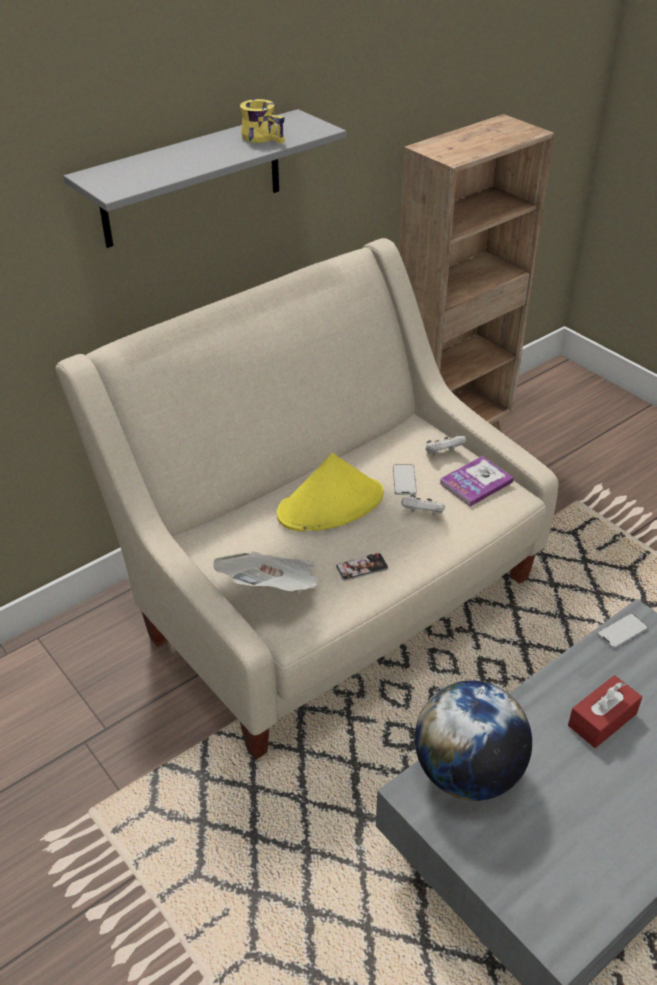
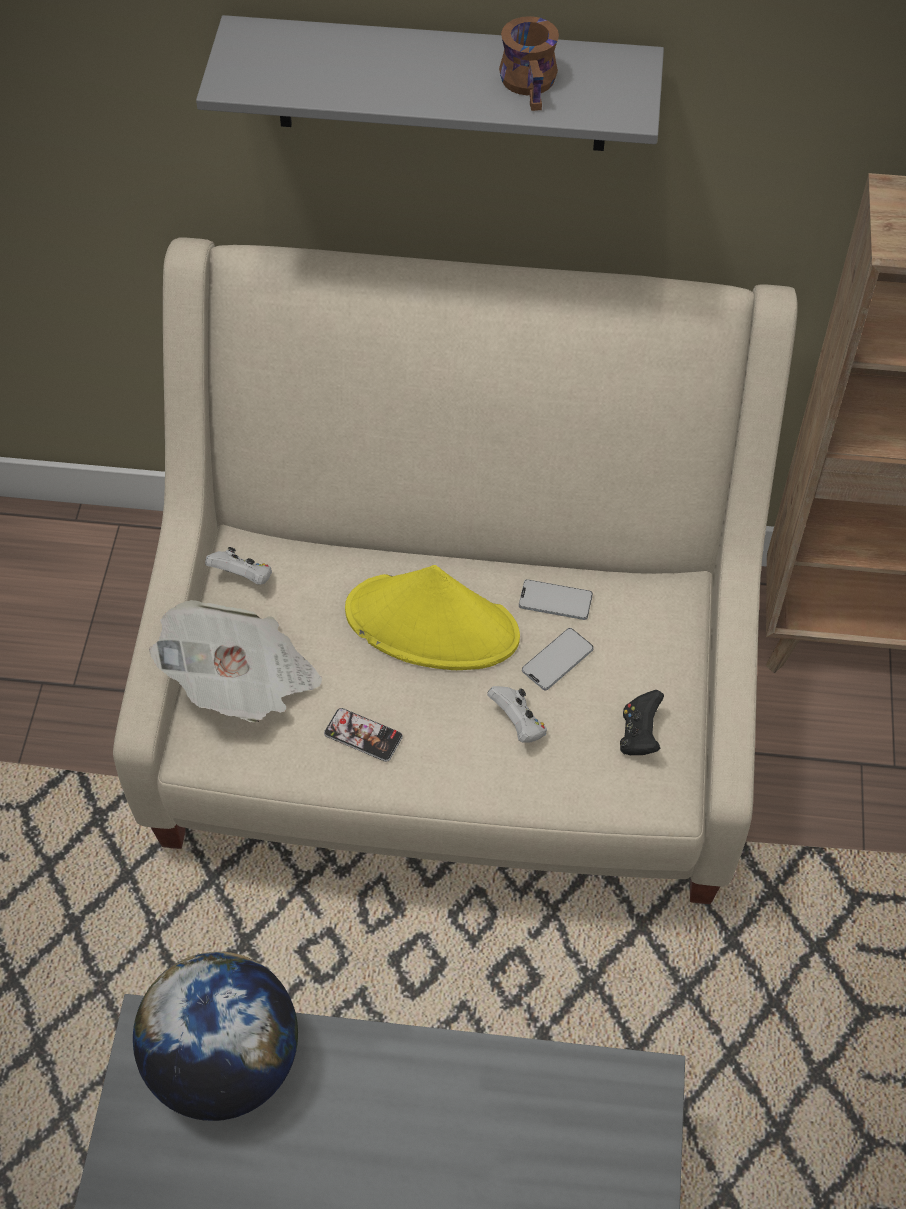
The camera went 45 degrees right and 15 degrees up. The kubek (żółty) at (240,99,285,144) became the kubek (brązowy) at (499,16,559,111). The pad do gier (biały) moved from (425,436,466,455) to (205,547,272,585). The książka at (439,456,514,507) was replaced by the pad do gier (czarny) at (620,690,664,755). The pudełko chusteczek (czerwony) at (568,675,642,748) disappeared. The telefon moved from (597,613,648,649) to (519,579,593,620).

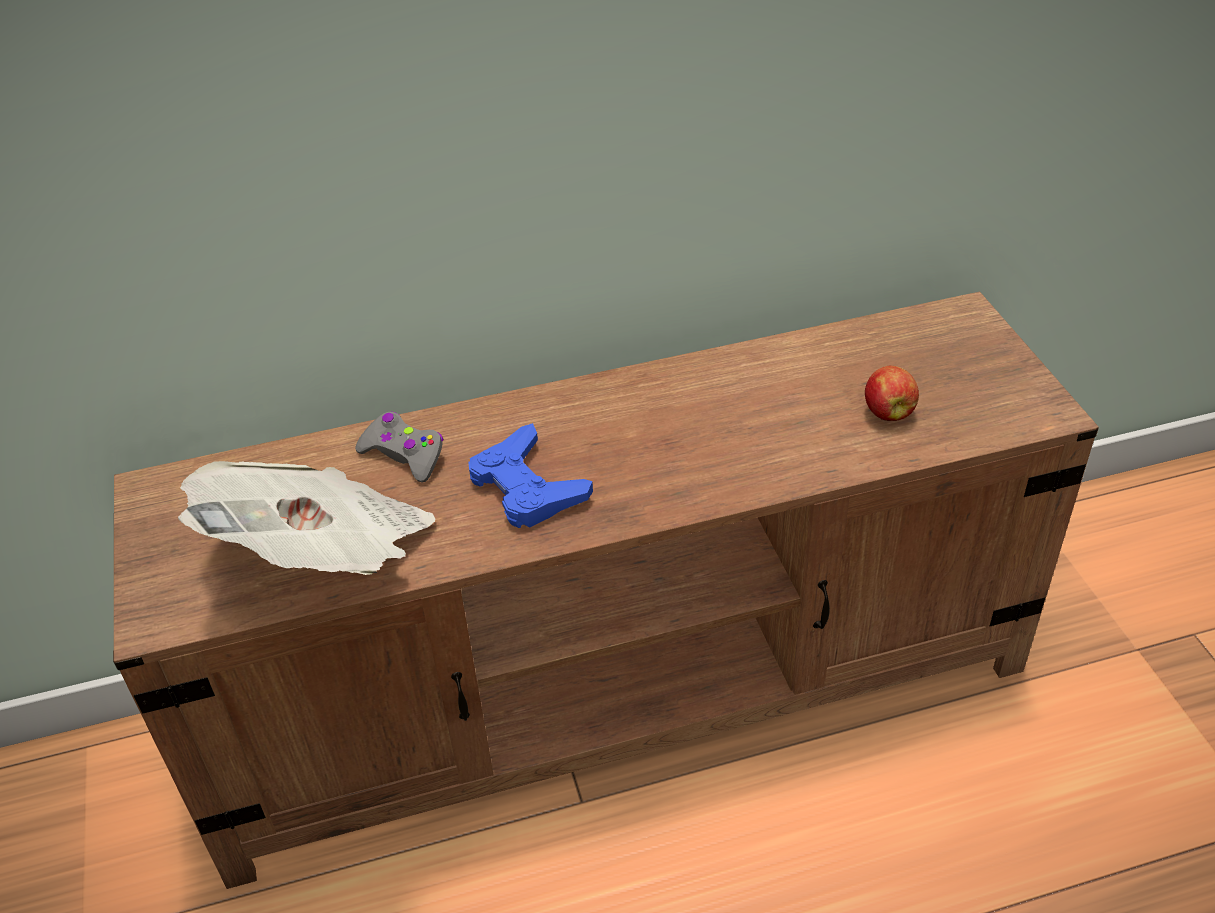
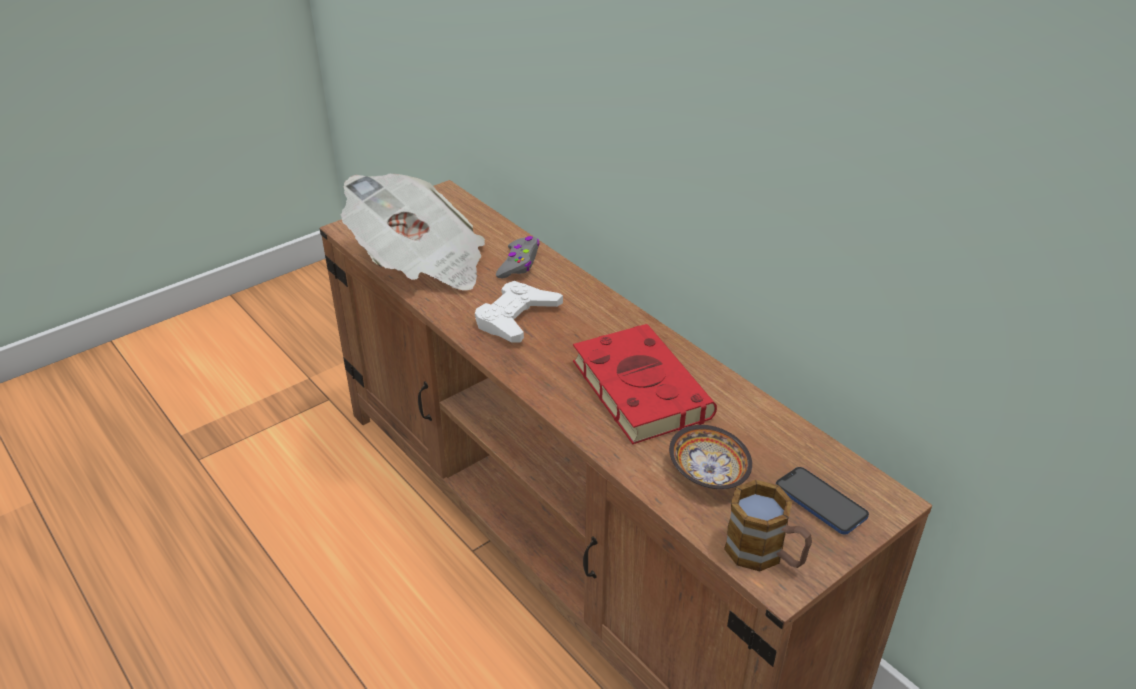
The camera went 65 degrees right and 5 degrees down. The pad do gier (niebieski) at (468,423,593,528) became the pad do gier (biały) at (475,281,563,343). The jabłko at (865,366,919,421) was replaced by the miska at (669,425,752,489). The książka (czerwony) at (573,324,717,444) appeared. The kubek at (724,480,812,571) appeared. The telefon at (776,467,869,535) appeared.

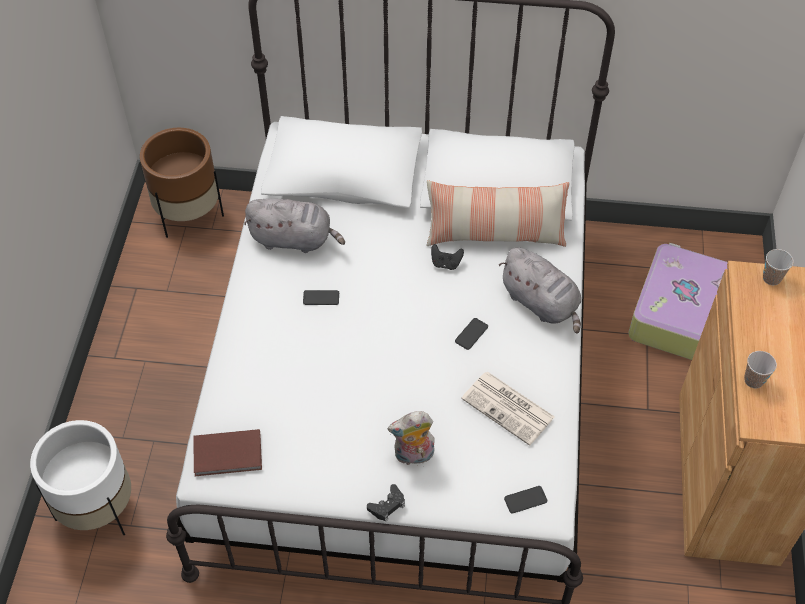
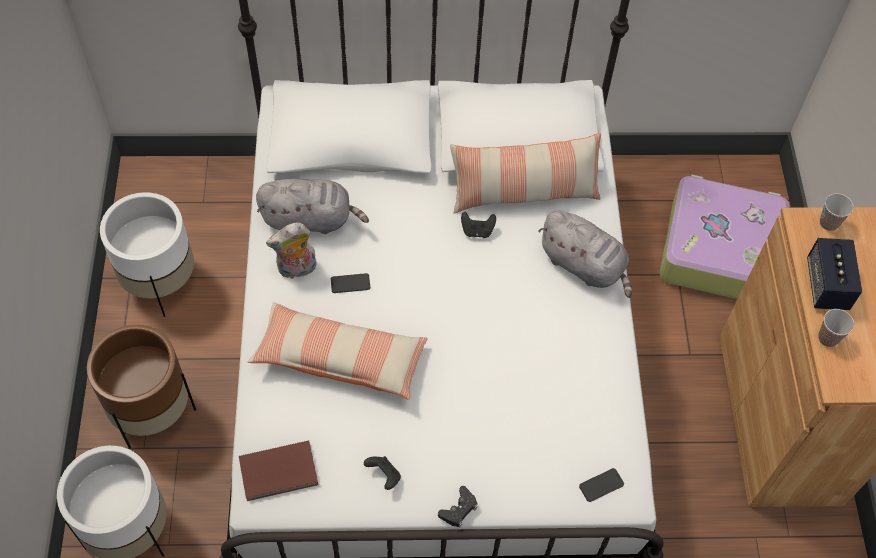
The camera went 10 degrees left and 5 degrees up. The donica (brązowy) moved from (140,128,224,238) to (87,325,196,449). The pluszak moved from (388,411,435,465) to (266,222,317,279). The telefon at (455,318,488,350) disappeared. The gazeta at (461,372,555,446) disappeared. The donica (biały) at (100,192,194,317) appeared. The poduszka at (248,302,428,400) appeared. The pad do gier (czarny) at (364,456,401,490) appeared. The głośnik at (807,238,862,310) appeared.

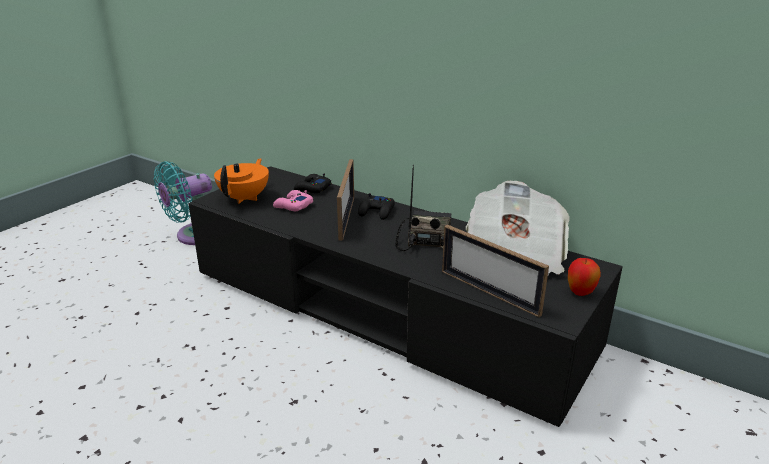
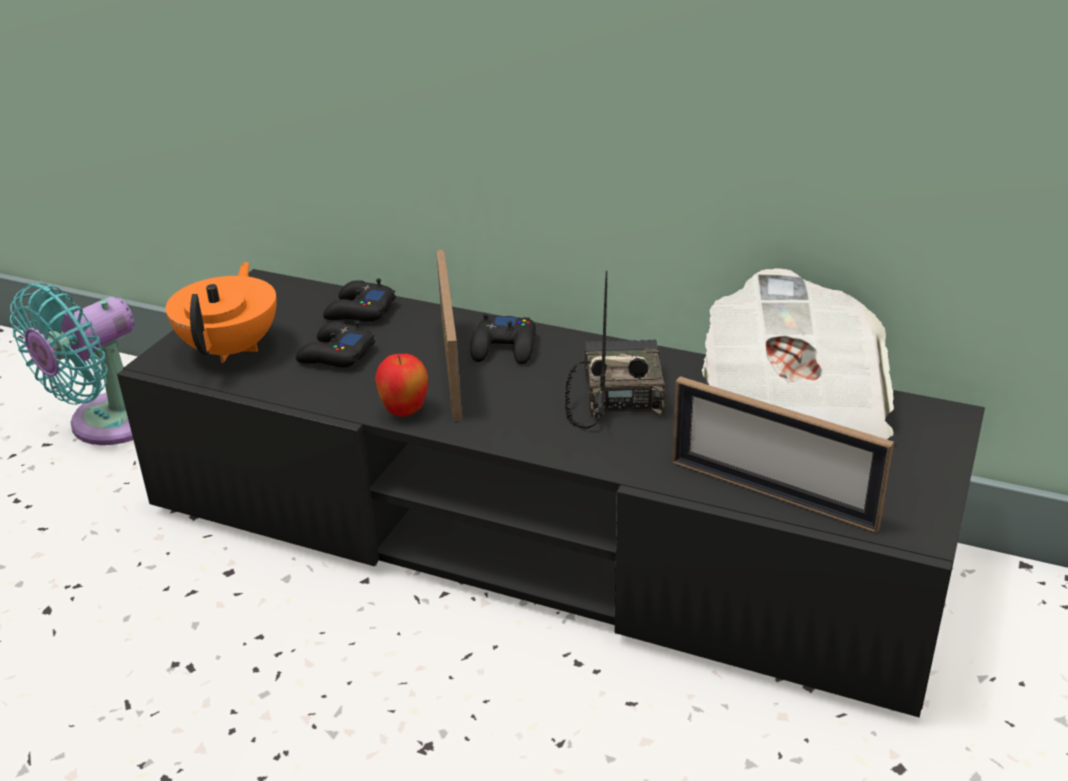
The camera went 10 degrees left and 5 degrees up. The pad do gier (różowy) at (273,190,313,211) became the pad do gier (czarny) at (296,321,375,367). The jabłko moved from (568,258,601,296) to (375,354,428,417).

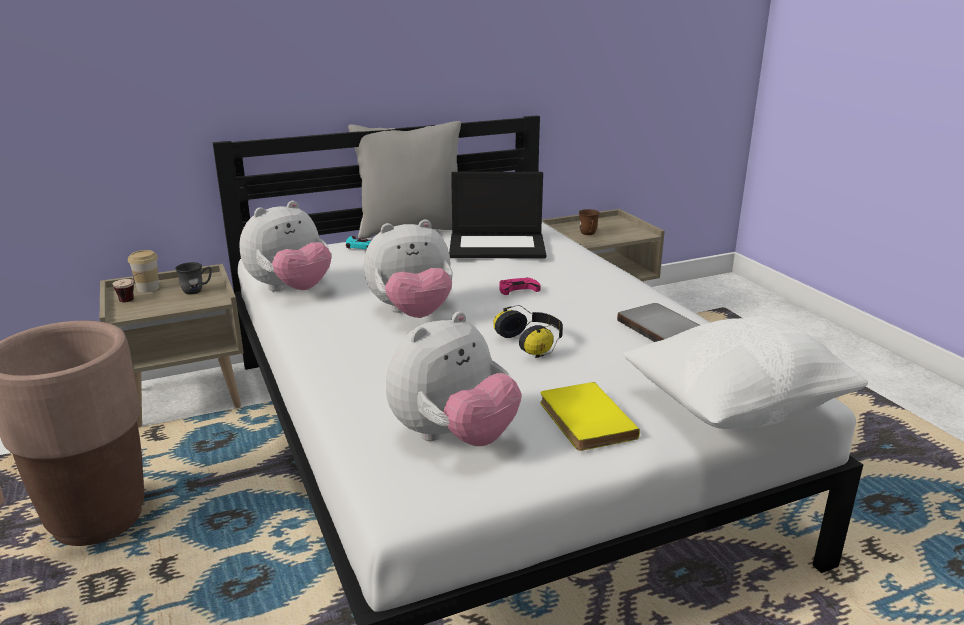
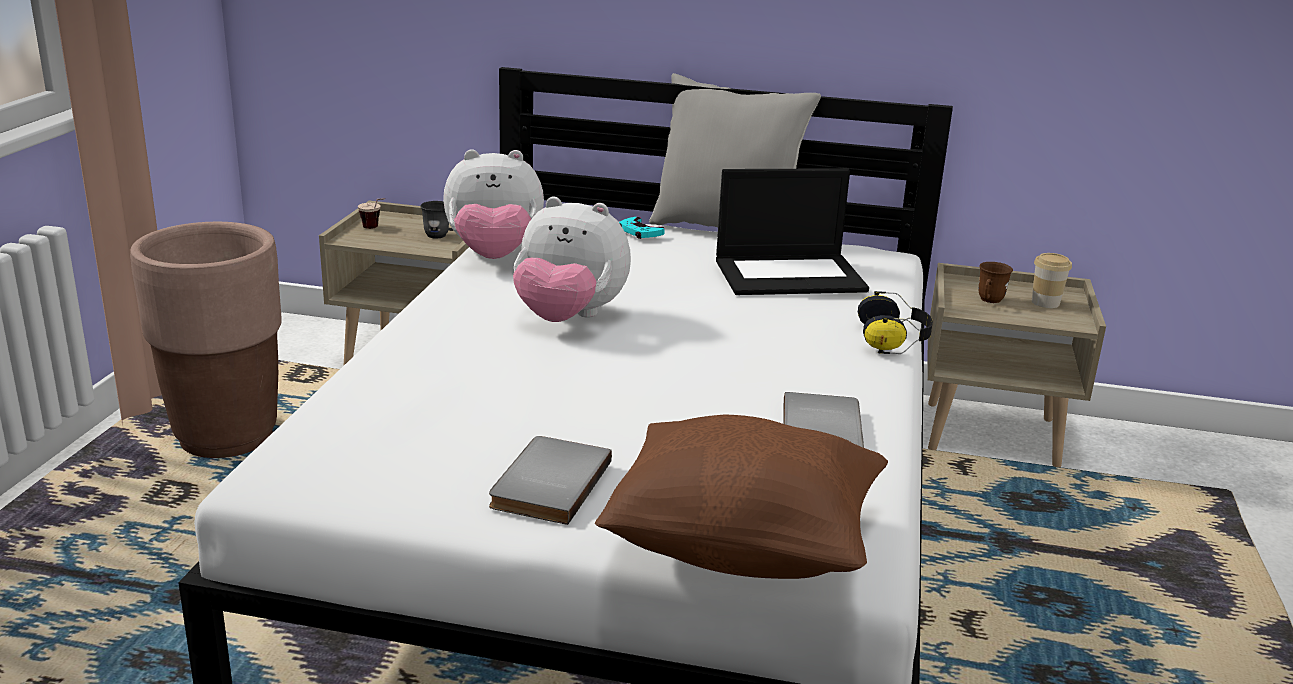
The camera went 35 degrees right and 0 degrees up. The filiżanka moved from (128,250,159,293) to (1032,253,1072,308). The pluszak at (386,311,522,446) disappeared. The laptop at (449,172,546,258) turned 45 degrees counterclockwise. The słuchawki moved from (493,305,563,358) to (858,291,933,354). The pad do gier (różowy) at (499,278,541,295) disappeared. The książka (żółty) at (540,382,640,451) became the książka (szary) at (489,436,612,525). The poduszka (biały) at (623,316,868,429) became the poduszka (brązowy) at (595,415,888,579).

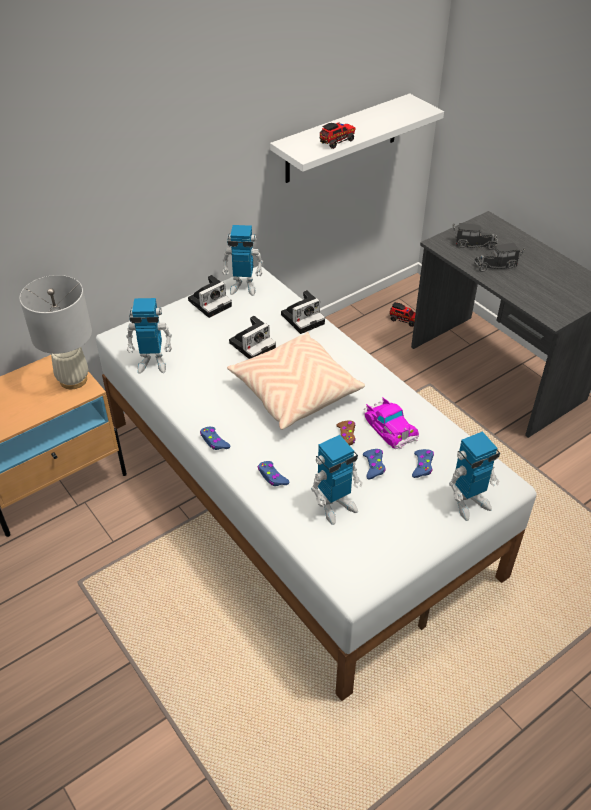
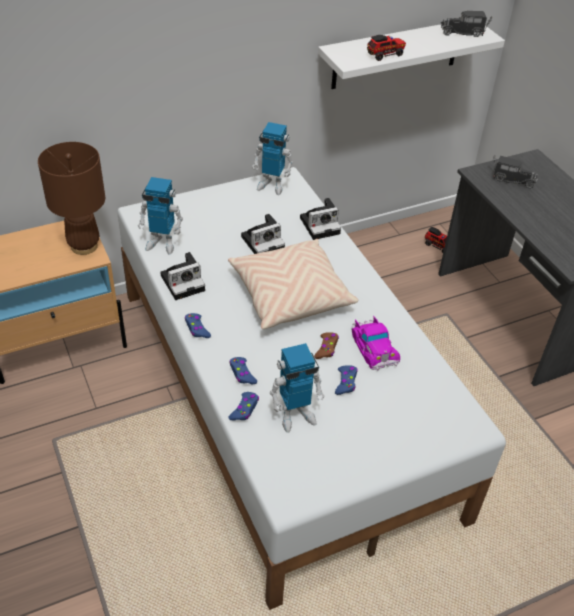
The camera went 10 degrees right and 0 degrees up. The lampa stołowa (biały) at (20,275,92,389) became the lampa stołowa (brązowy) at (38,142,105,255). The aparat fotograficzny moved from (188,275,232,318) to (160,252,205,300). The pad do gier (niebieski) moved from (412,449,434,478) to (228,392,259,421). The robot zabawkowy at (449,431,500,521) disappeared. The ciężarówka zabawkowa moved from (474,243,525,272) to (441,11,492,37).

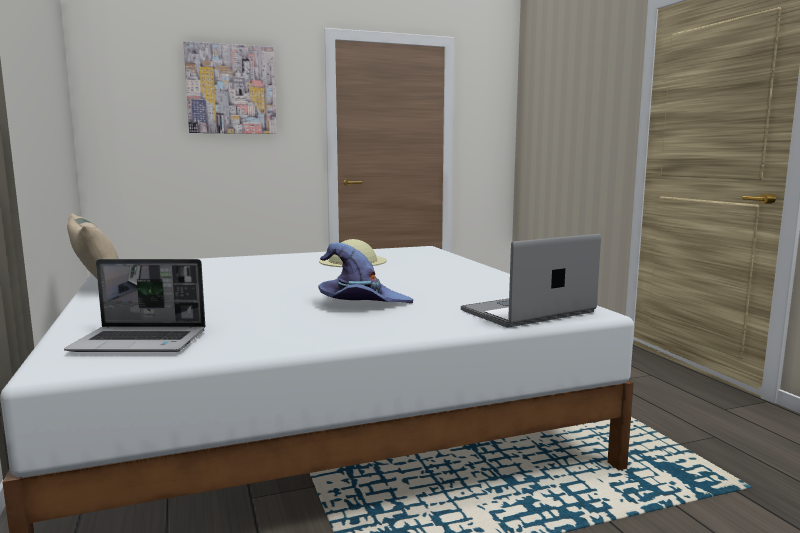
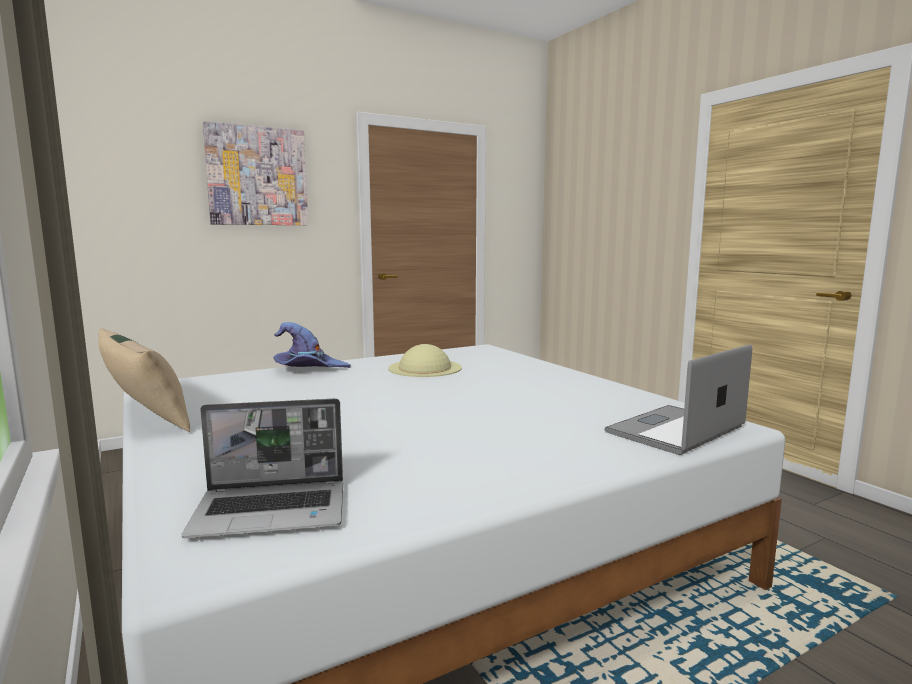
The camera went 10 degrees left and 0 degrees up. The kapelusz (fioletowy) moved from (318,243,413,303) to (274,322,351,368).

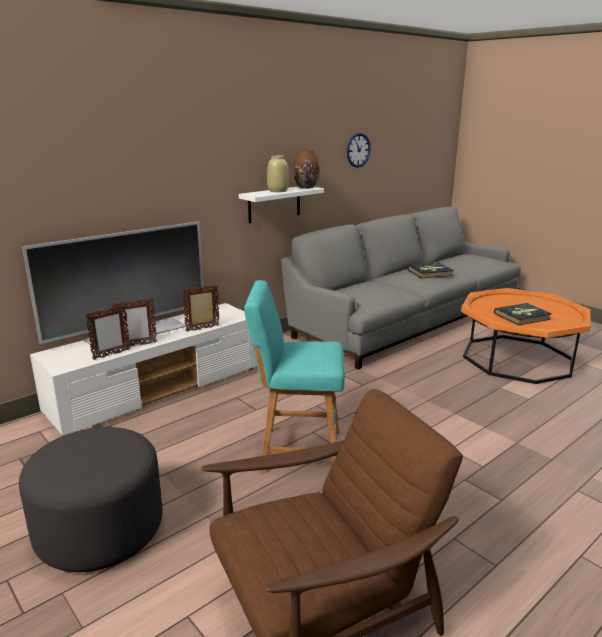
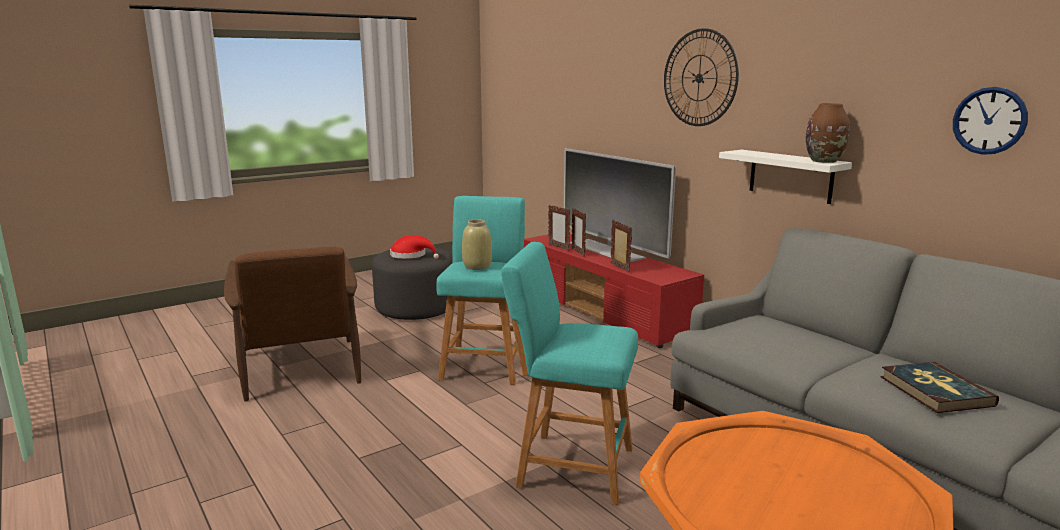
The camera went 95 degrees right and 5 degrees down. The szafka pod telewizor (biały) at (30,303,257,436) became the szafka pod telewizor (czerwony) at (524,234,704,348). The wazon (beżowy) moved from (267,155,289,192) to (462,219,492,270). The książka at (494,303,552,326) disappeared. The kapelusz (czerwony) at (390,235,439,259) appeared. The stołek (turkusowy) at (501,242,638,505) appeared. The zegar ścienny at (664,28,739,126) appeared.

